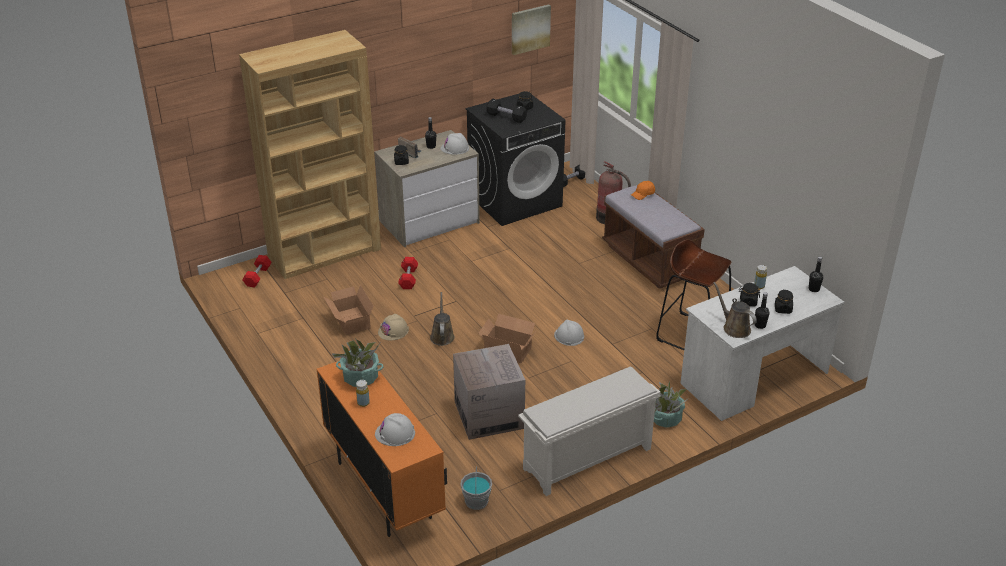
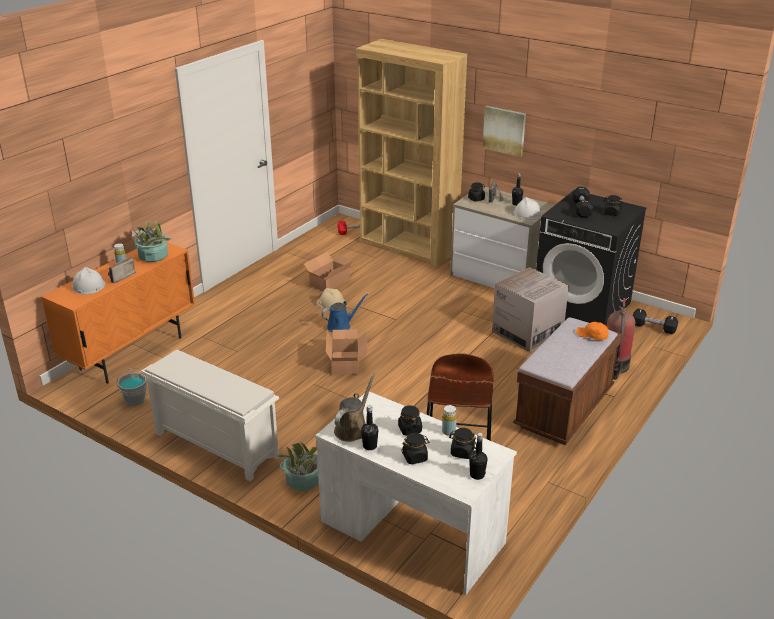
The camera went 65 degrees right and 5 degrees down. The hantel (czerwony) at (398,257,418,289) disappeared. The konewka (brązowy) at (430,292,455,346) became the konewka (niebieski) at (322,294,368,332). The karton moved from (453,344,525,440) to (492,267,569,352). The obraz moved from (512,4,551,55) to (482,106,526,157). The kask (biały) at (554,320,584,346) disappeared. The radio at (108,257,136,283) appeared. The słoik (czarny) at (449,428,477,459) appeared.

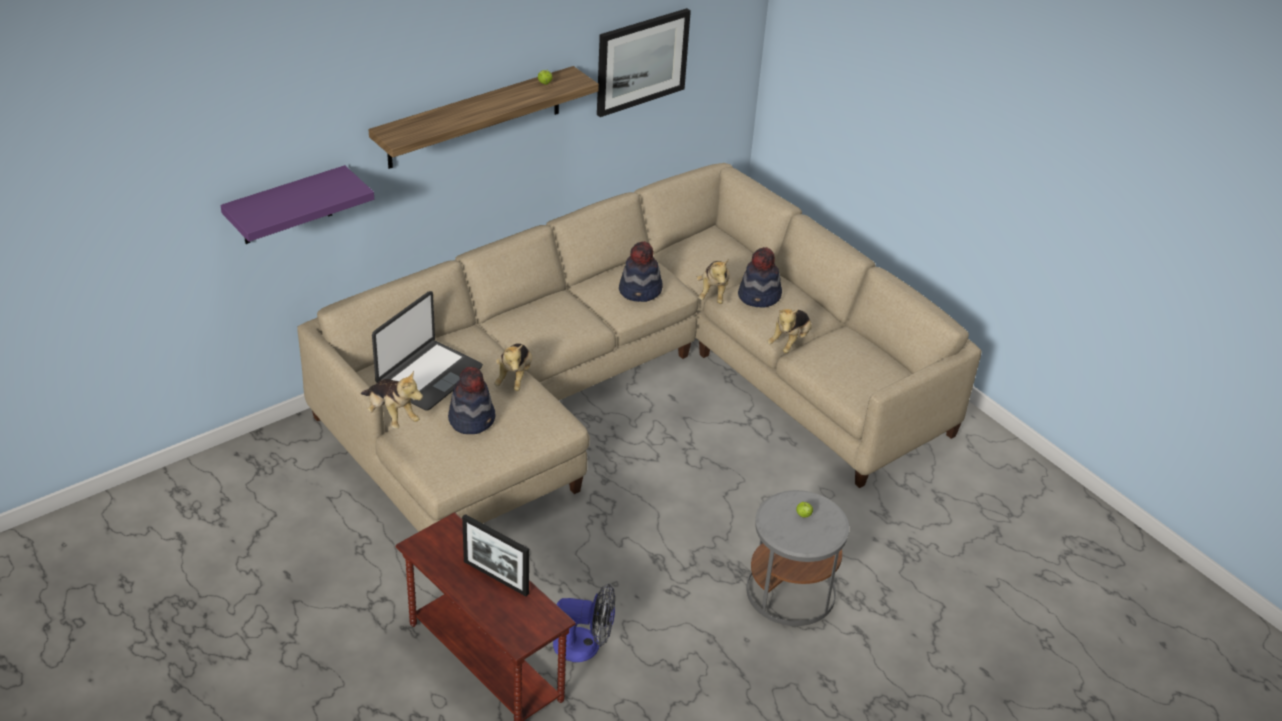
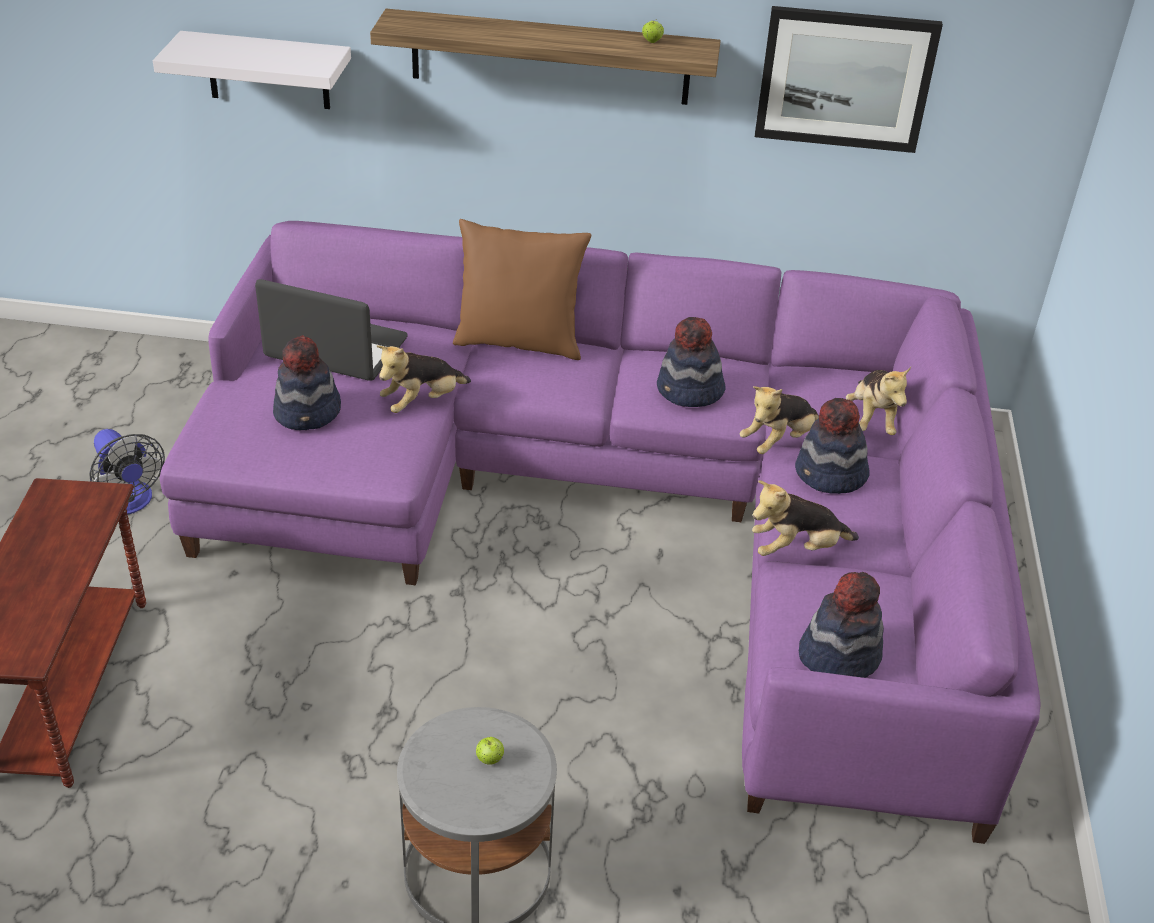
The camera went 45 degrees right and 0 degrees up. The półka (fioletowy) at (220,165,374,244) became the półka (biały) at (153,31,351,109). The kanapa (beżowy) at (298,163,982,532) became the kanapa (fioletowy) at (159,221,1041,844). The pluszak moved from (361,370,423,429) to (846,367,911,435). The laptop at (372,291,483,411) turned 150 degrees counterclockwise. The ramka na zdjęcie at (462,514,529,596) disappeared. The wentylator moved from (553,584,615,662) to (89,429,165,515). The poduszka (brązowy) at (453,219,591,360) appeared. The kapelusz at (799,572,884,678) appeared.

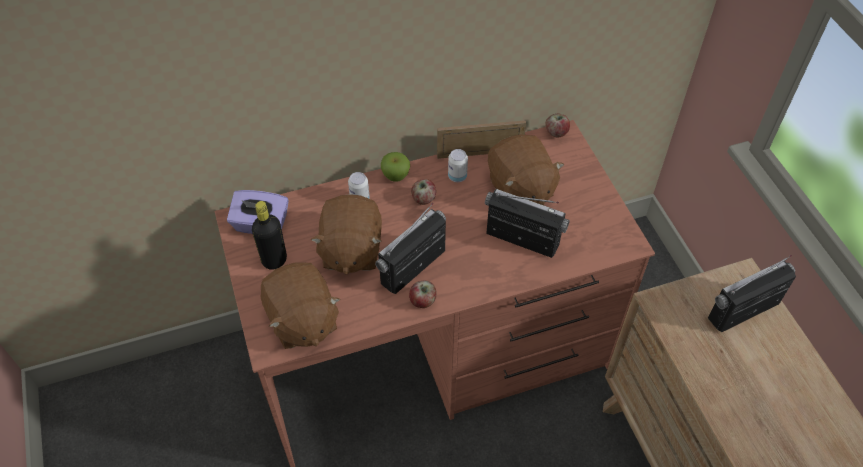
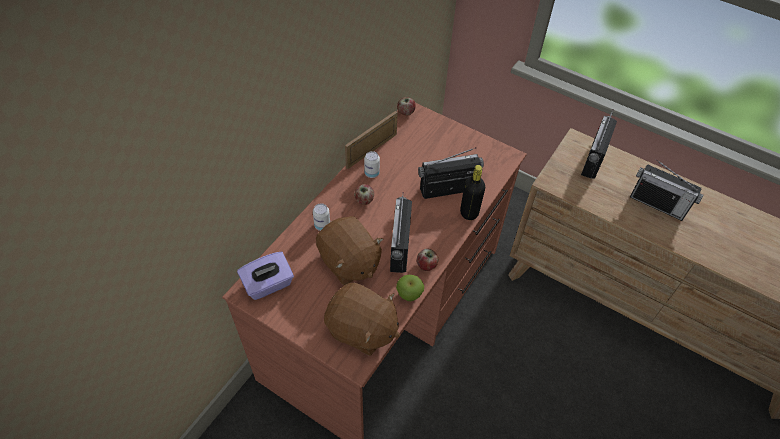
The camera went 40 degrees left and 0 degrees up. The butelka (czarny) moved from (252,201,287,270) to (460,165,485,220). The jabłko moved from (381,152,410,182) to (396,275,424,301). The pluszak (brązowy) at (488,135,565,205) disappeared. The radio at (630,159,704,221) appeared.

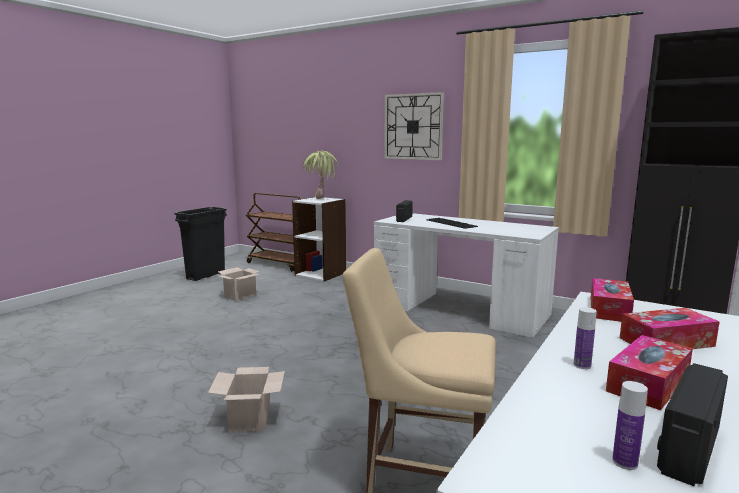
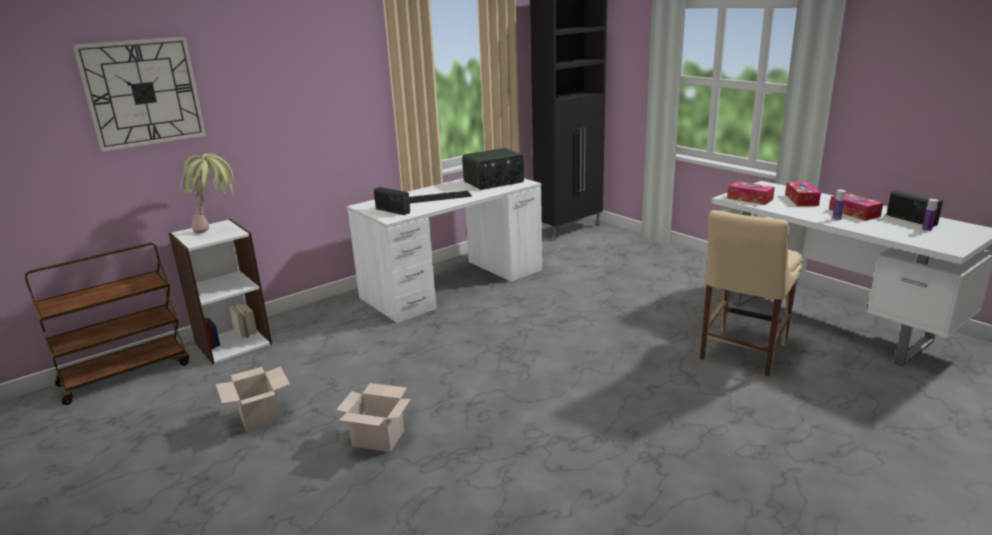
The camera went 70 degrees left and 10 degrees up. The kosz na śmieci (czarny) at (175,207,227,281) disappeared. The karton moved from (208,367,285,432) to (336,383,411,452). The zegar ścienny moved from (384,92,444,160) to (73,37,206,152). The radio at (462,148,524,190) appeared.

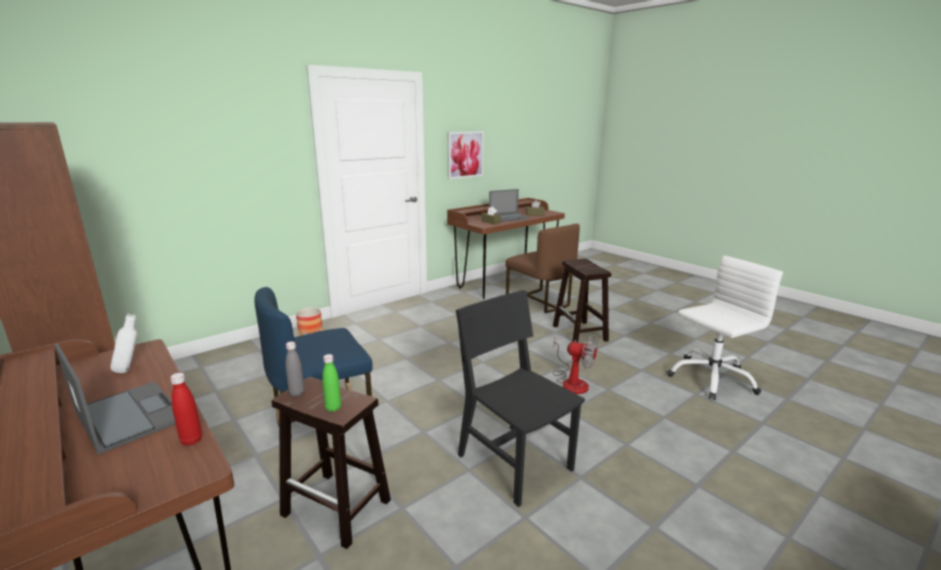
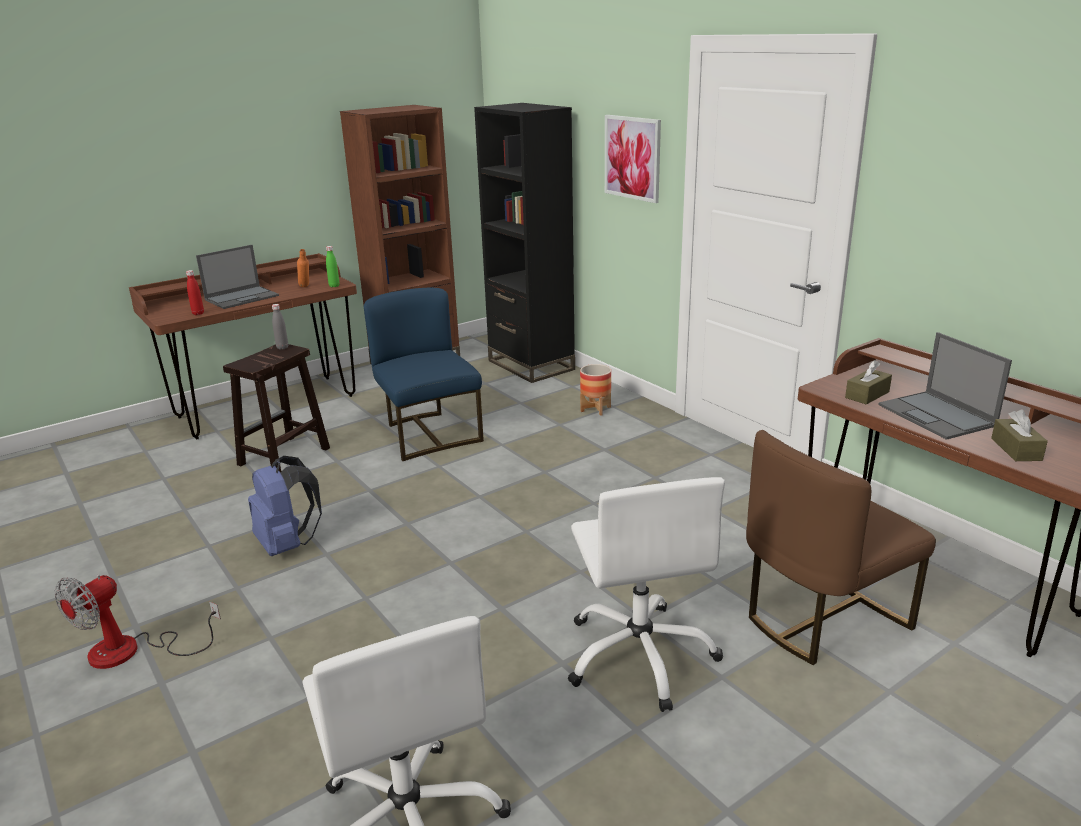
The camera went 95 degrees right and 5 degrees up. The butelka (biały) at (110,313,137,373) became the butelka (pomarańczowy) at (297,249,309,287). The butelka (zielony) moved from (322,354,341,412) to (326,246,340,287). The obraz moved from (448,131,484,179) to (605,115,661,203). The krzesło (czarny) at (456,290,585,507) was replaced by the plecak (niebieski) at (248,456,322,556). The stołek (brązowy) at (553,259,611,343) was replaced by the krzesło biurowe (biały) at (568,477,725,712). The wentylator moved from (553,336,598,394) to (54,574,221,669). The regał (czarny) at (474,103,575,383) appeared.

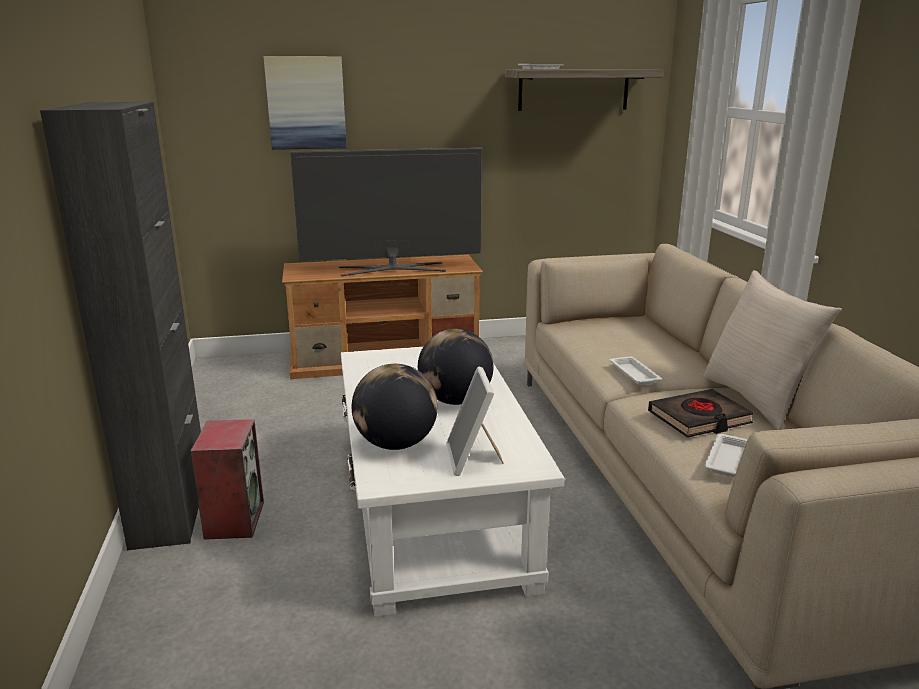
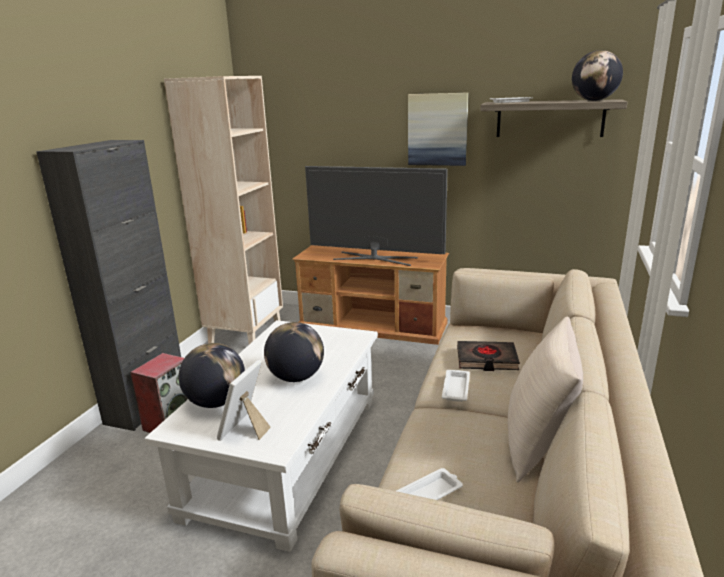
The camera went 30 degrees right and 0 degrees up. The obraz moved from (263,56,346,150) to (408,93,469,166). The książka (czarny) moved from (648,389,754,438) to (457,341,520,371). The regał (beżowy) at (164,76,283,344) appeared. The globus at (572,50,623,101) appeared.

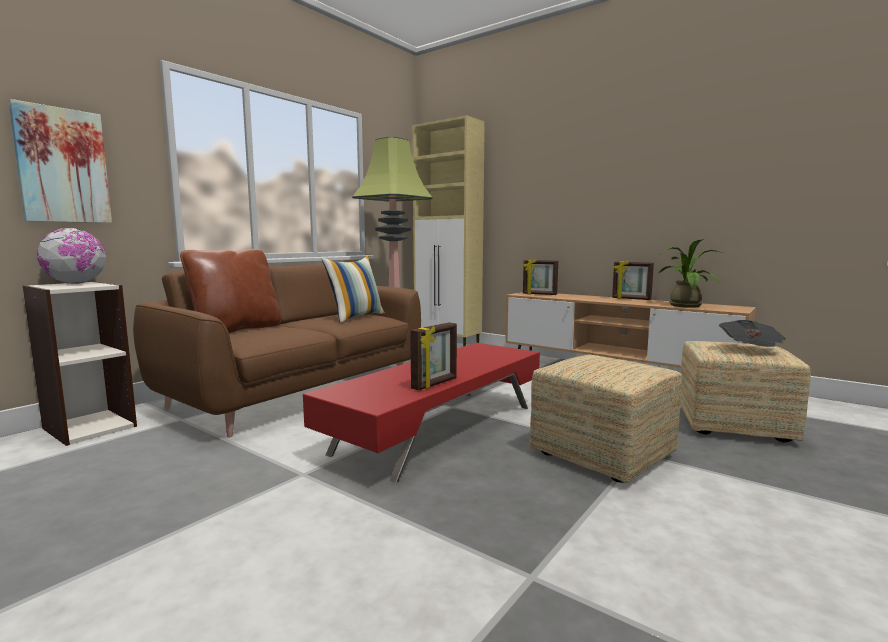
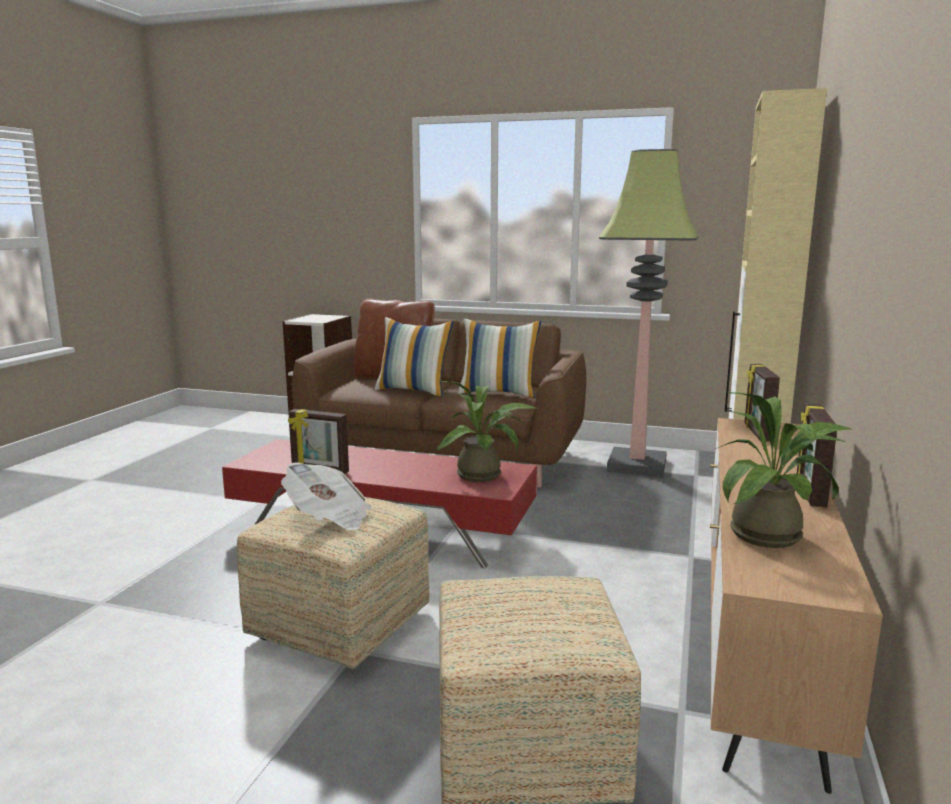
The camera went 70 degrees right and 5 degrees up. The obraz at (8,99,112,223) disappeared. The globus at (37,228,106,284) disappeared. The gazeta moved from (719,320,786,347) to (281,462,372,530). The poduszka at (374,317,454,397) appeared. The roślina doniczkowa at (436,381,538,482) appeared.

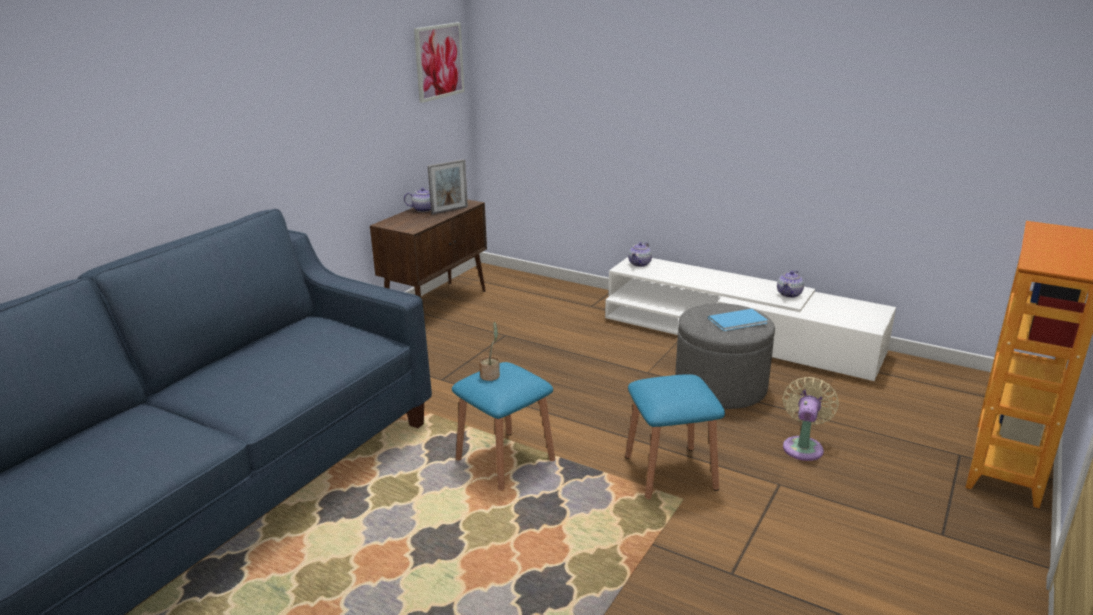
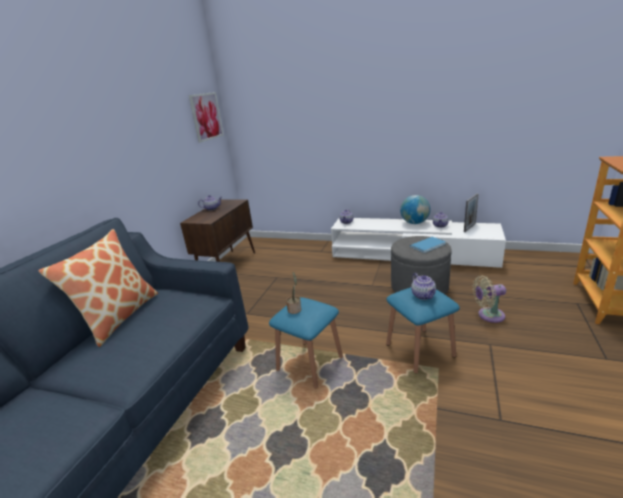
The camera went 10 degrees left and 0 degrees up. The ramka na zdjęcie moved from (428,159,468,215) to (464,193,479,232). The wentylator (beżowy) at (783,377,839,461) turned 105 degrees counterclockwise. The poduszka at (38,229,158,347) appeared. The globus at (400,195,430,224) appeared. The imbryk at (411,273,436,300) appeared.

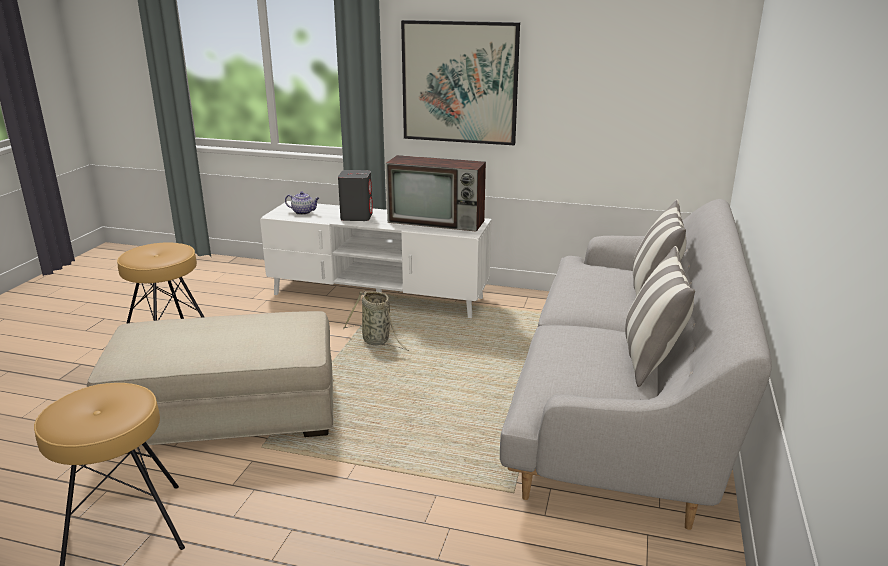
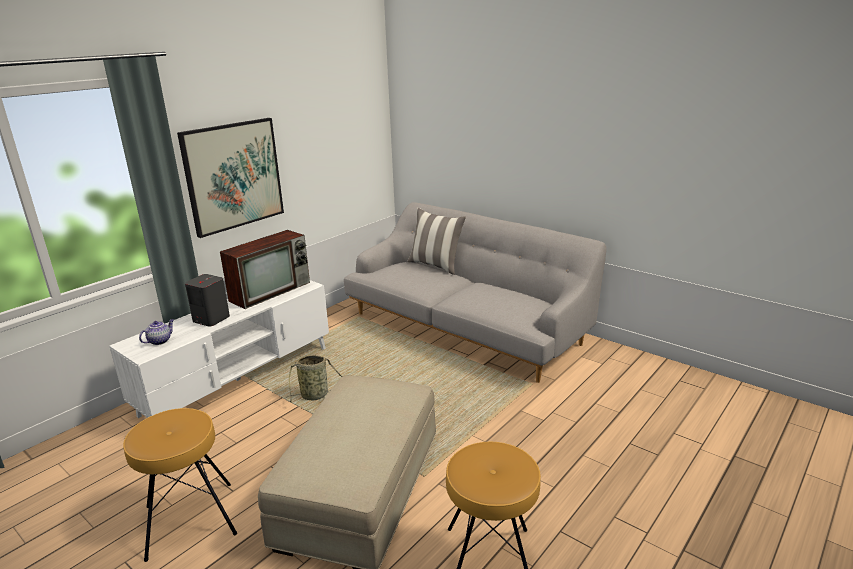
The camera went 65 degrees left and 0 degrees up. The poduszka at (625,246,695,387) disappeared.

